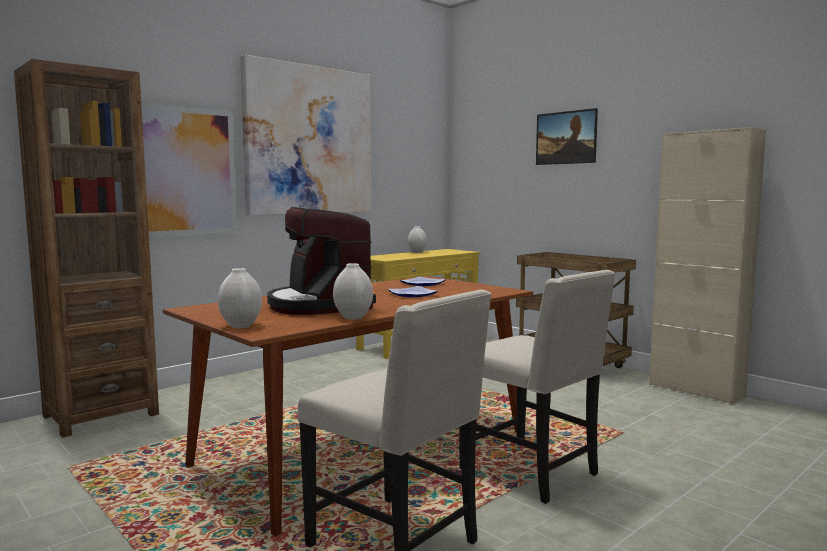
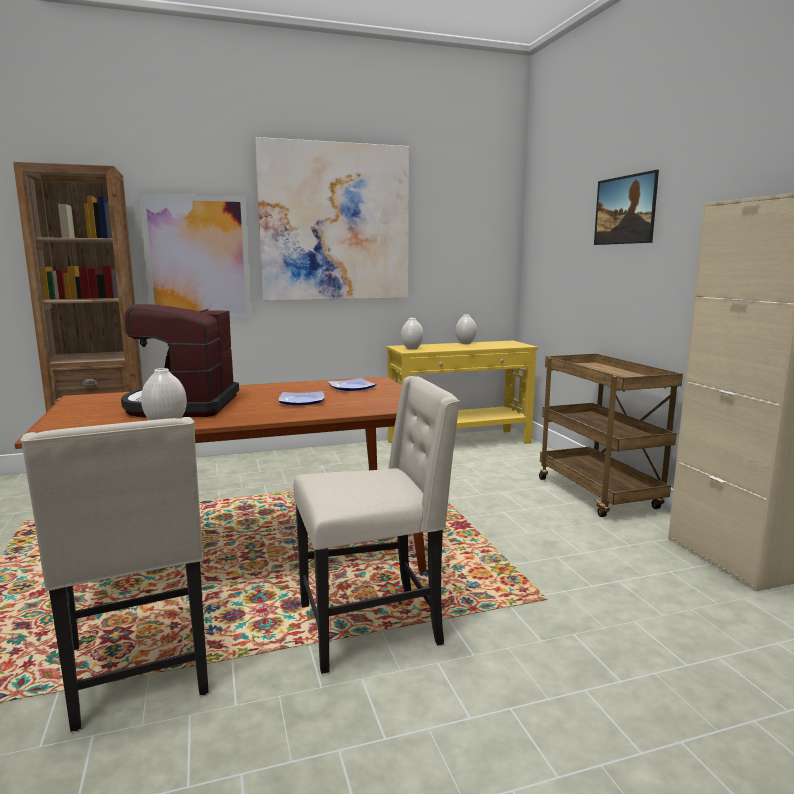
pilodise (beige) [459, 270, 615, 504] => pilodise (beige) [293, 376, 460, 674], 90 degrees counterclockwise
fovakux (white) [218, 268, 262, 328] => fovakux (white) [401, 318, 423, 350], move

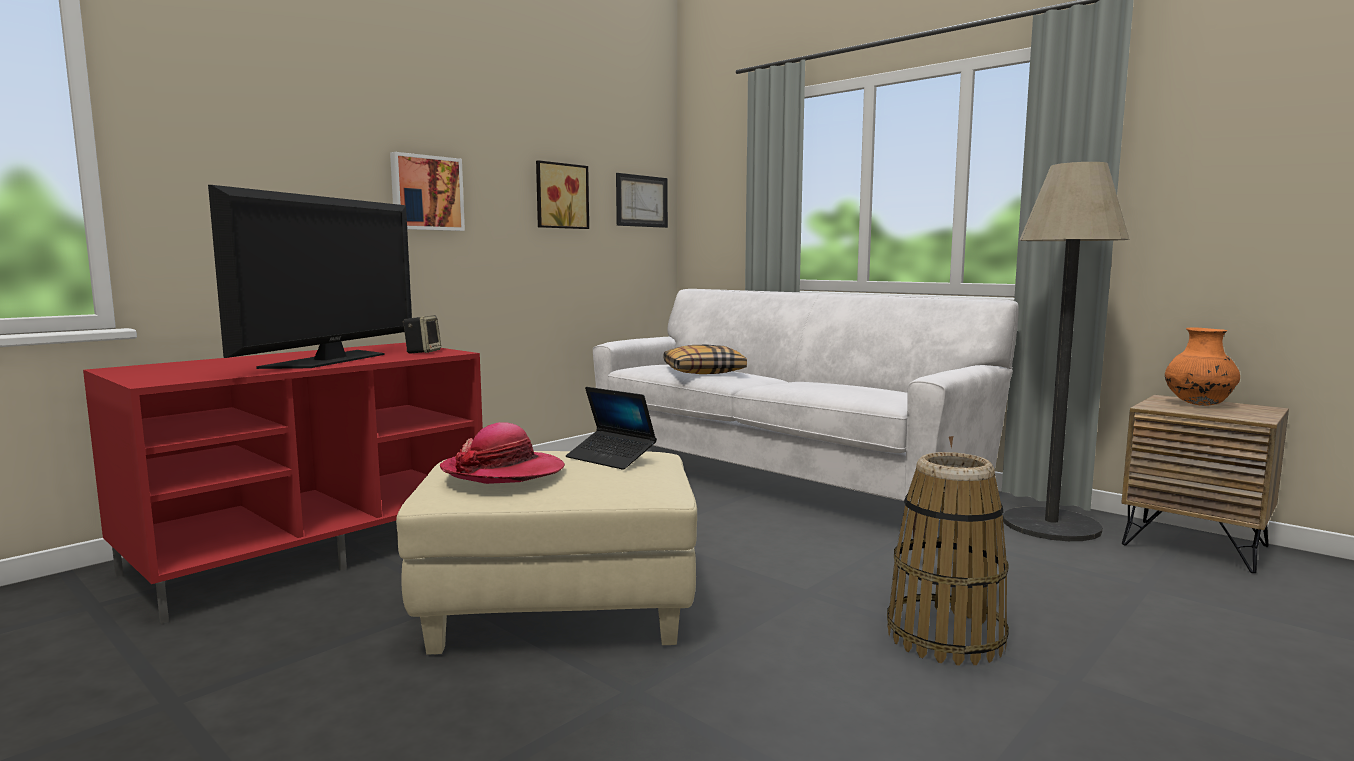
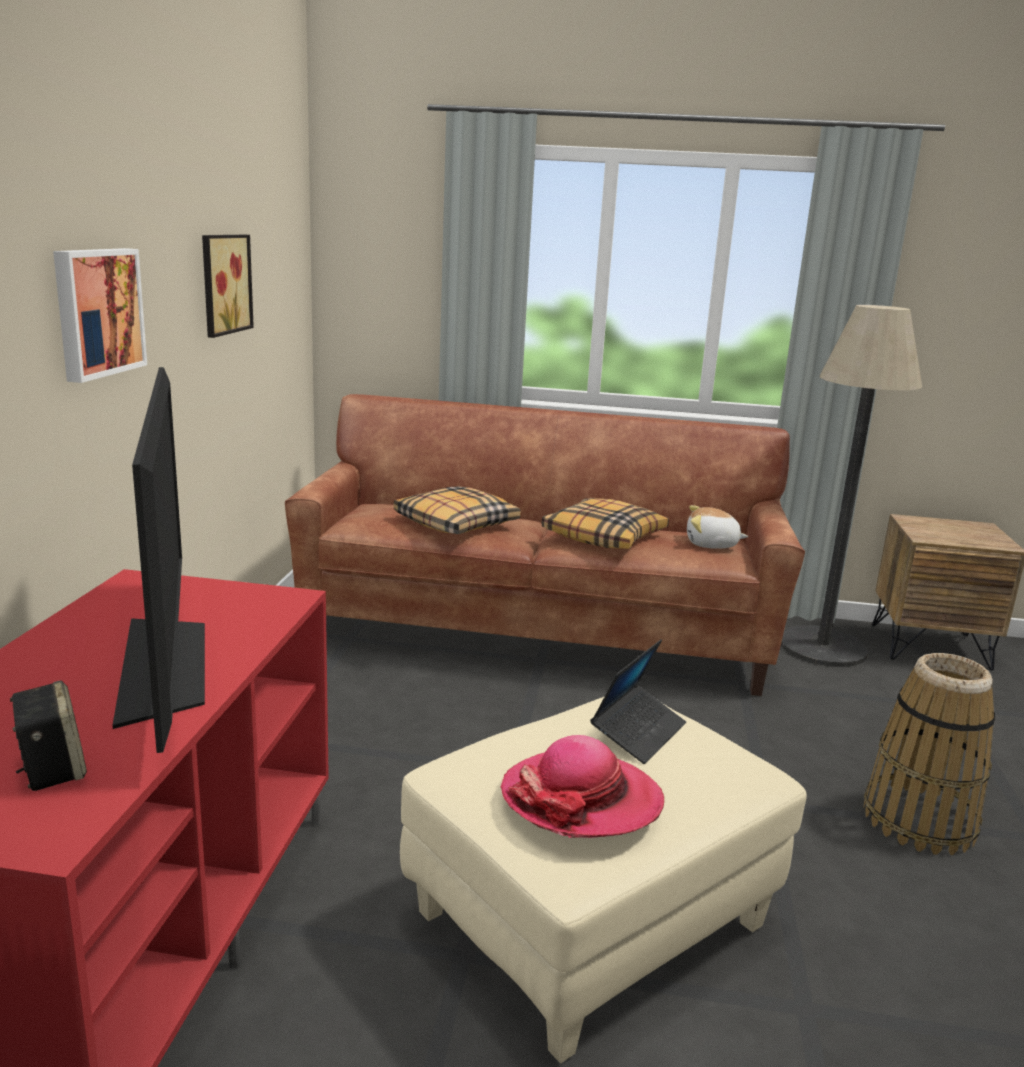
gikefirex [403, 315, 441, 353] => gikefirex [10, 680, 87, 791], move
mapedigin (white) [593, 289, 1019, 538] => mapedigin (brown) [285, 394, 805, 696]
nothing => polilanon [542, 498, 669, 549]
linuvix [566, 387, 657, 470] => linuvix [590, 640, 686, 764], 60 degrees counterclockwise
nothing => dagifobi [687, 505, 748, 549]
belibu [616, 173, 668, 228] => nothing
fovakux (orange) [1165, 327, 1240, 406] => nothing

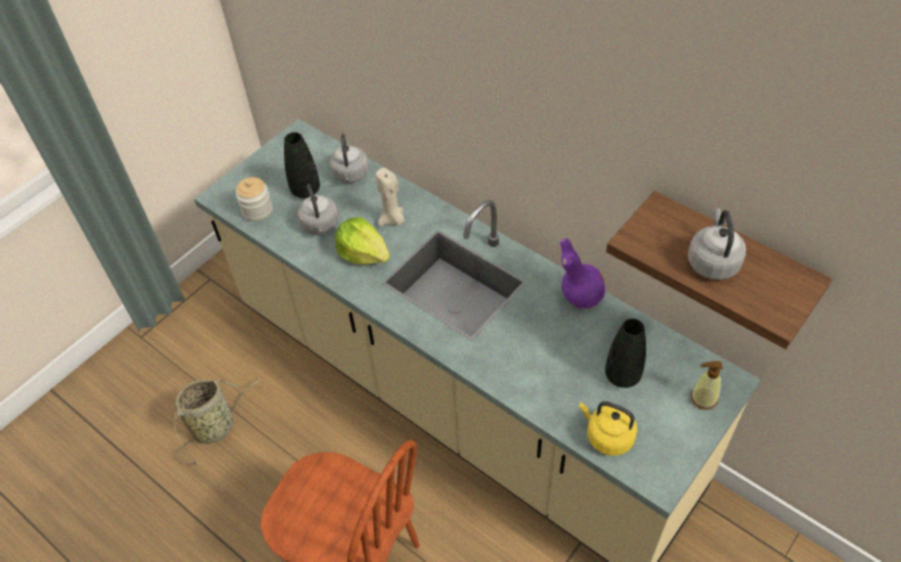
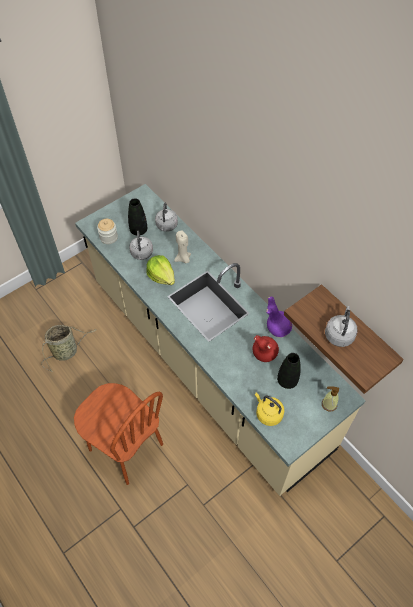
nothing => fovakux (red) [253, 335, 279, 362]

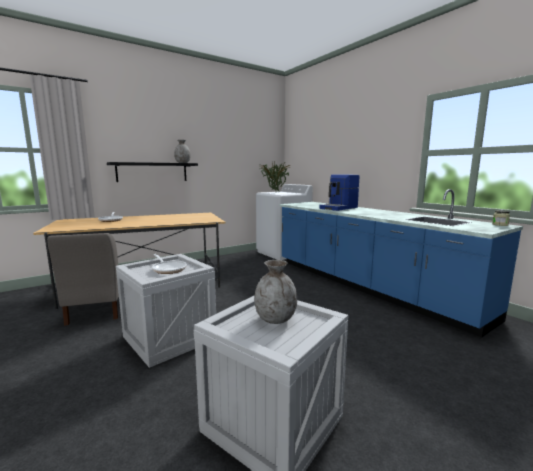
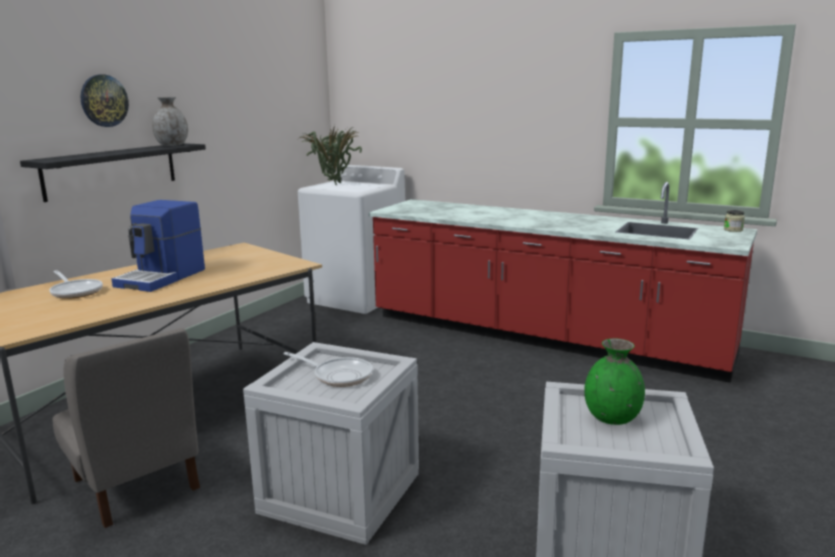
nothing => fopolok [80, 75, 129, 127]
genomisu [319, 175, 359, 211] => genomisu [112, 200, 205, 292], move
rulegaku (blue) [279, 189, 523, 337] => rulegaku (red) [369, 182, 757, 383]
fovakux (grey) [254, 260, 297, 324] => fovakux (green) [584, 339, 645, 425]

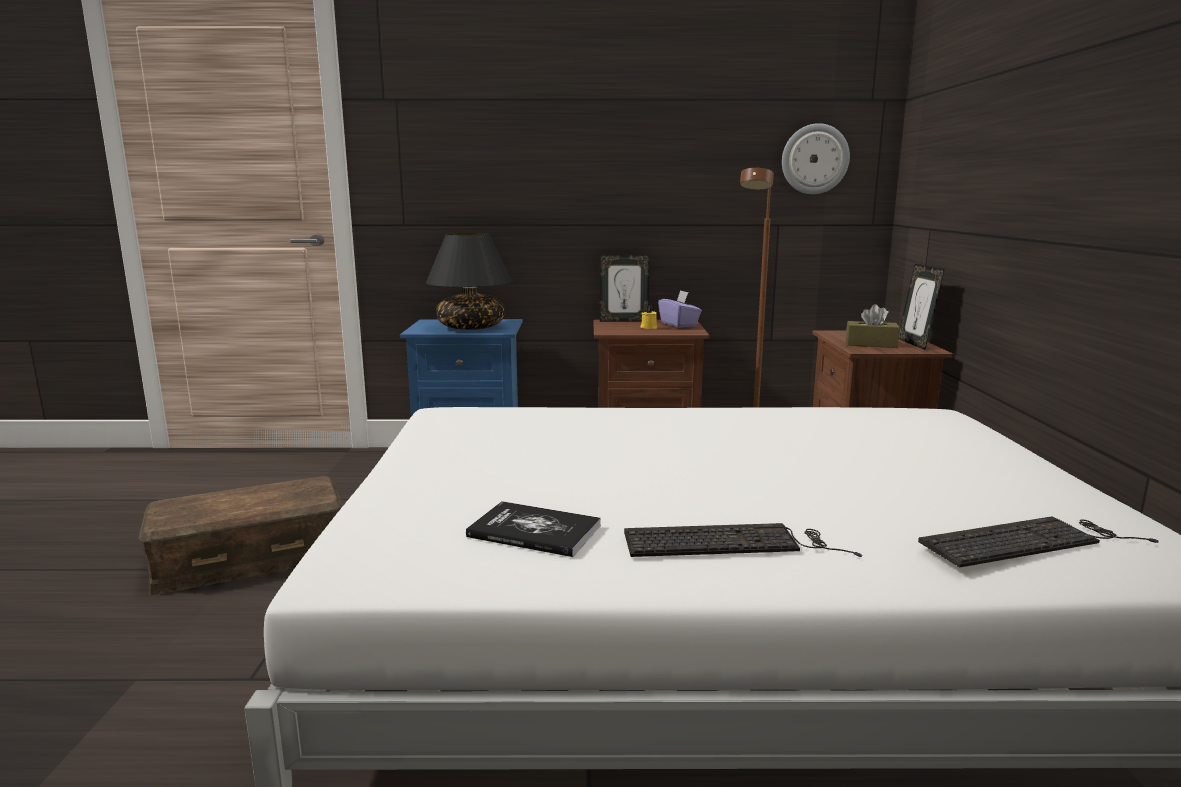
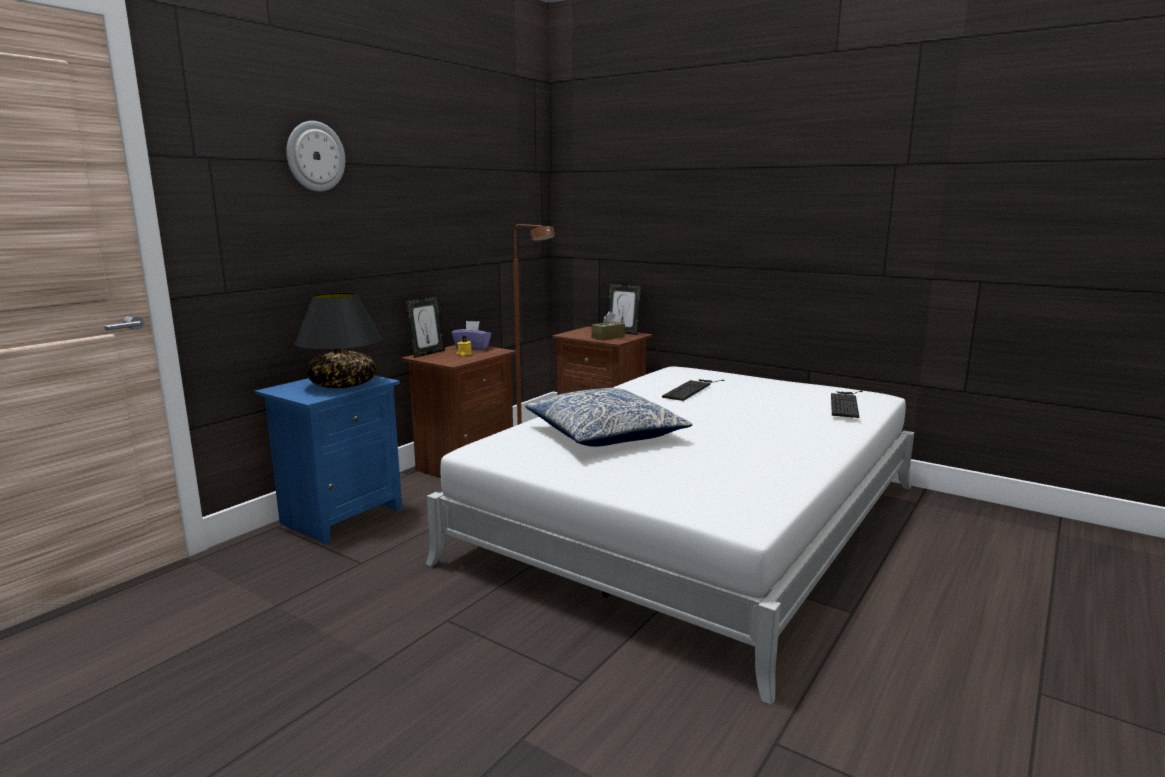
fopolok [782, 123, 850, 194] => fopolok [286, 121, 345, 192], move
nothing => polilanon [525, 388, 692, 447]
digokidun [624, 523, 862, 557] => digokidun [662, 379, 725, 401], move
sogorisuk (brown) [138, 476, 342, 595] => nothing
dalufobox [466, 501, 601, 557] => nothing

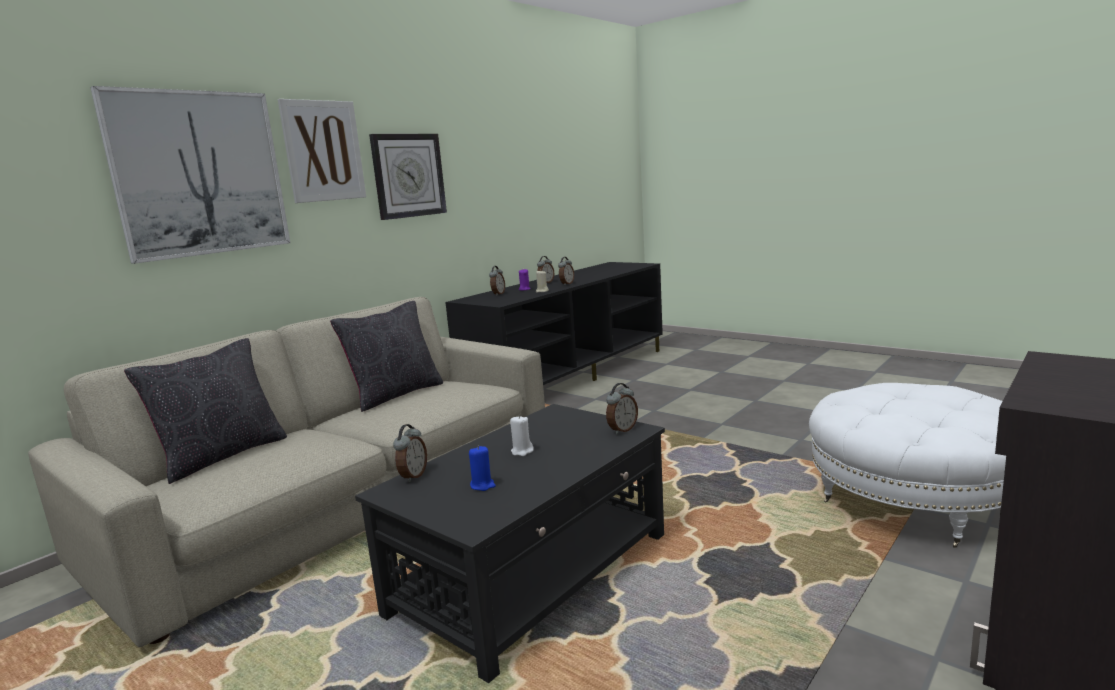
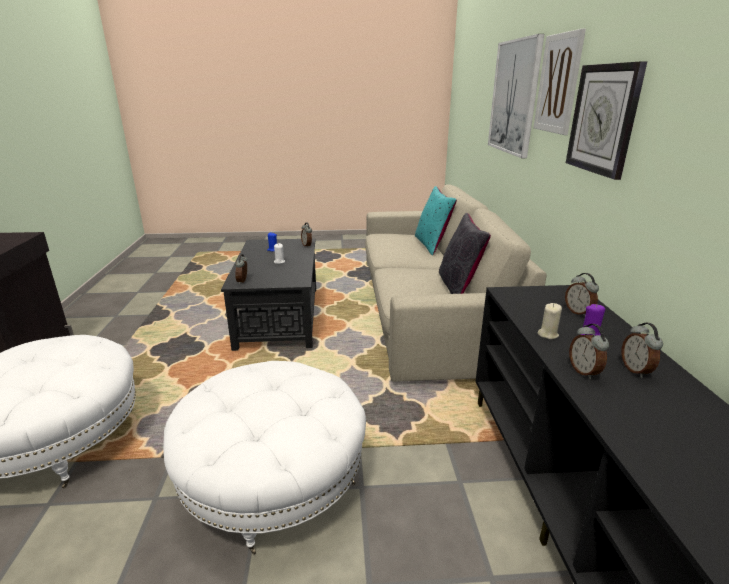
nothing => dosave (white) [163, 361, 366, 555]
polilanon (black) [124, 338, 287, 484] => polilanon (turquoise) [415, 186, 457, 255]

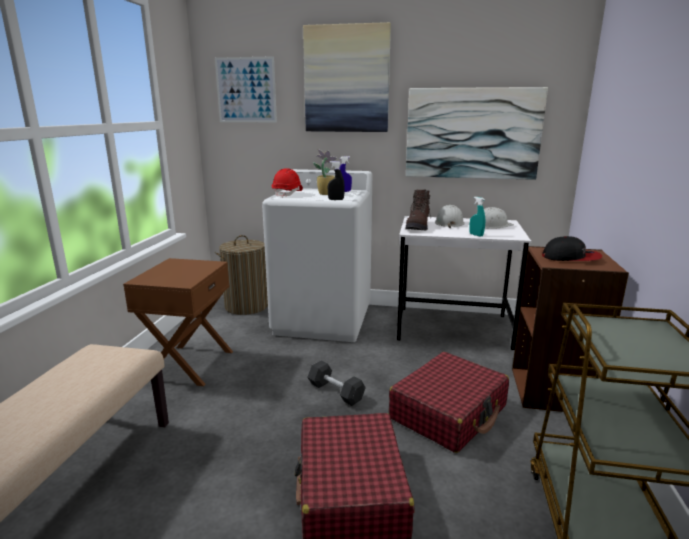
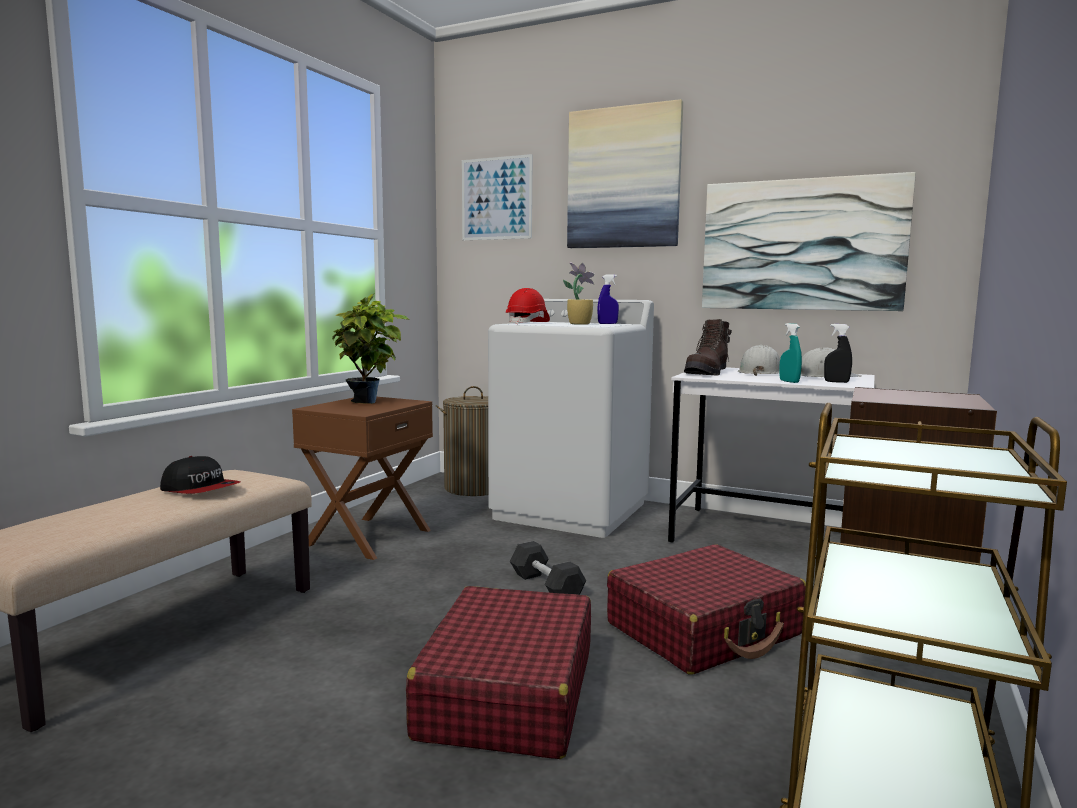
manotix [542, 236, 602, 261] => manotix [160, 456, 240, 494], move
nothing => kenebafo [332, 293, 409, 404]
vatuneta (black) [328, 161, 345, 200] => vatuneta (black) [824, 324, 852, 383], move

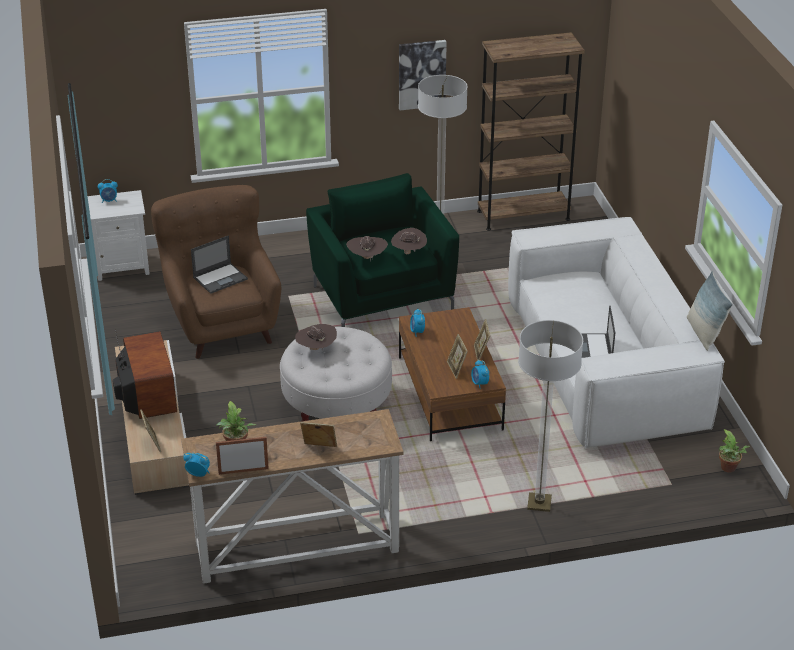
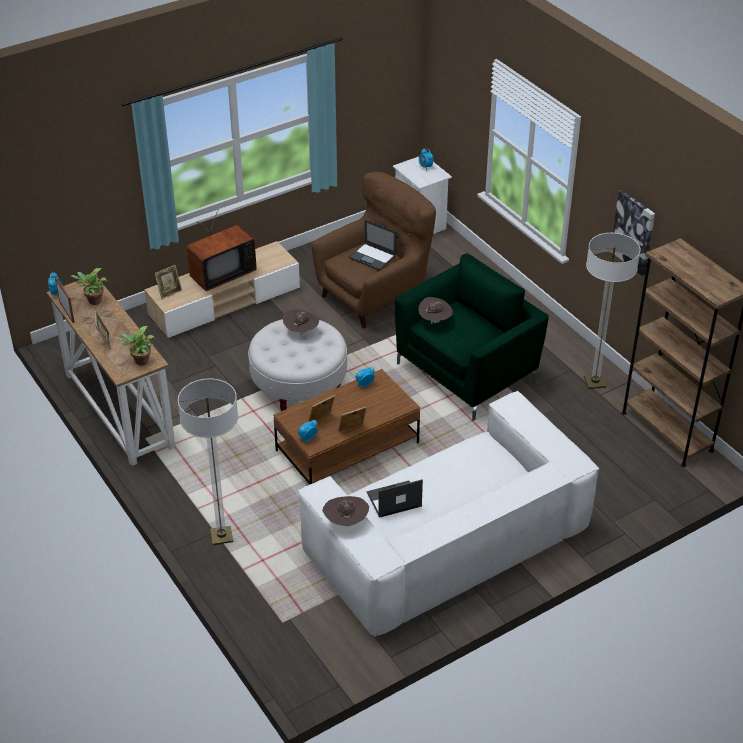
kenebafo [718, 429, 750, 473] => kenebafo [117, 326, 155, 366], move
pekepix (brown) [391, 228, 427, 255] => pekepix (brown) [322, 496, 369, 526], move
polilanon [687, 271, 733, 351] => nothing

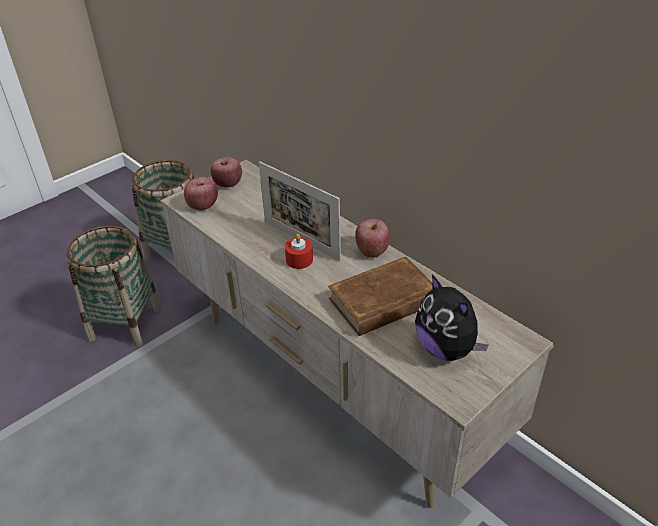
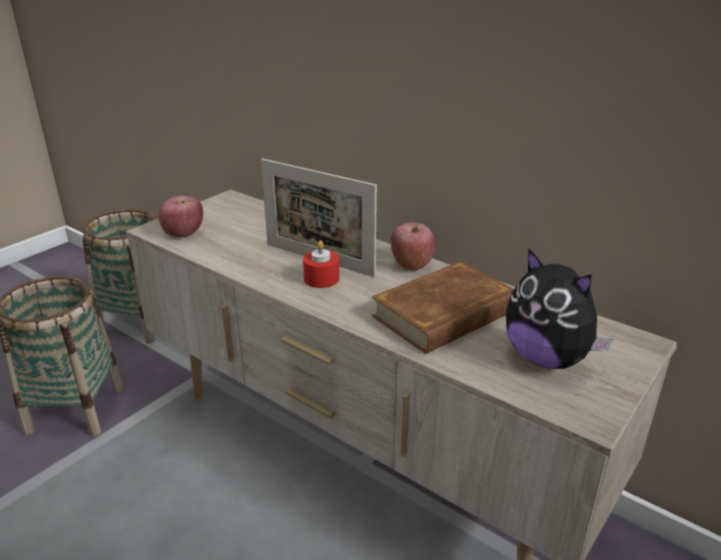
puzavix [210, 157, 242, 187] => nothing

